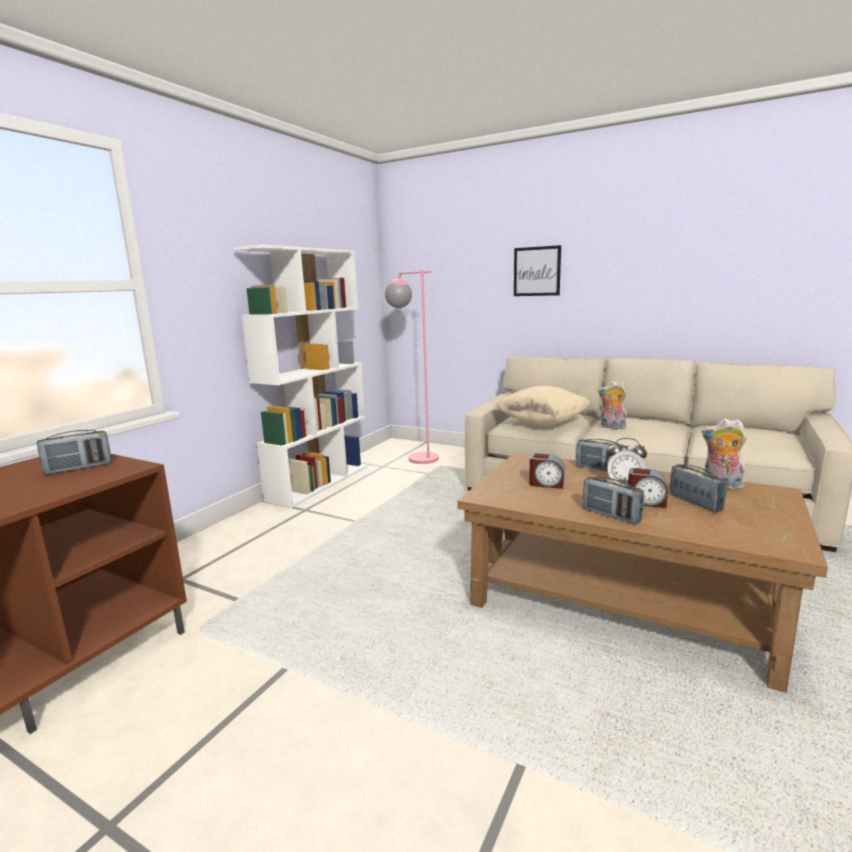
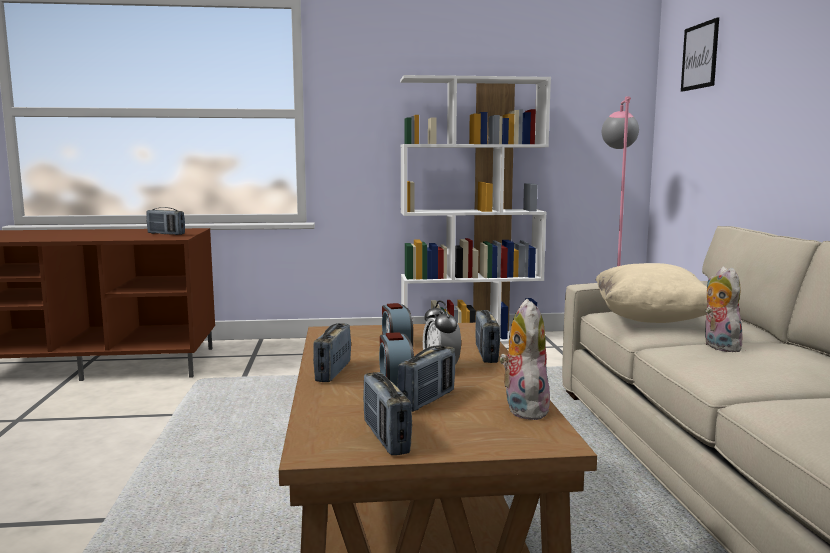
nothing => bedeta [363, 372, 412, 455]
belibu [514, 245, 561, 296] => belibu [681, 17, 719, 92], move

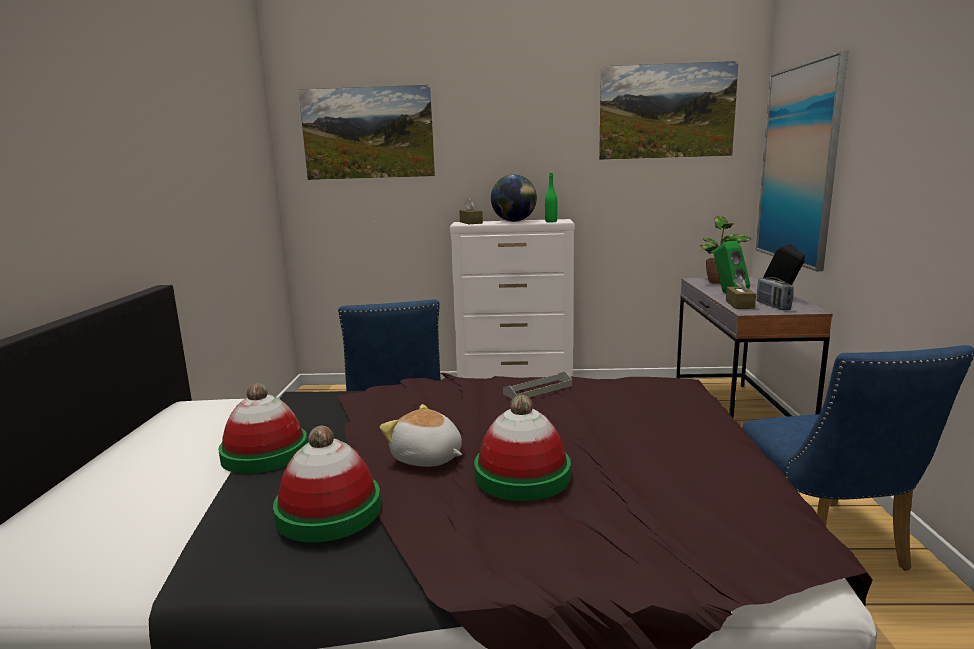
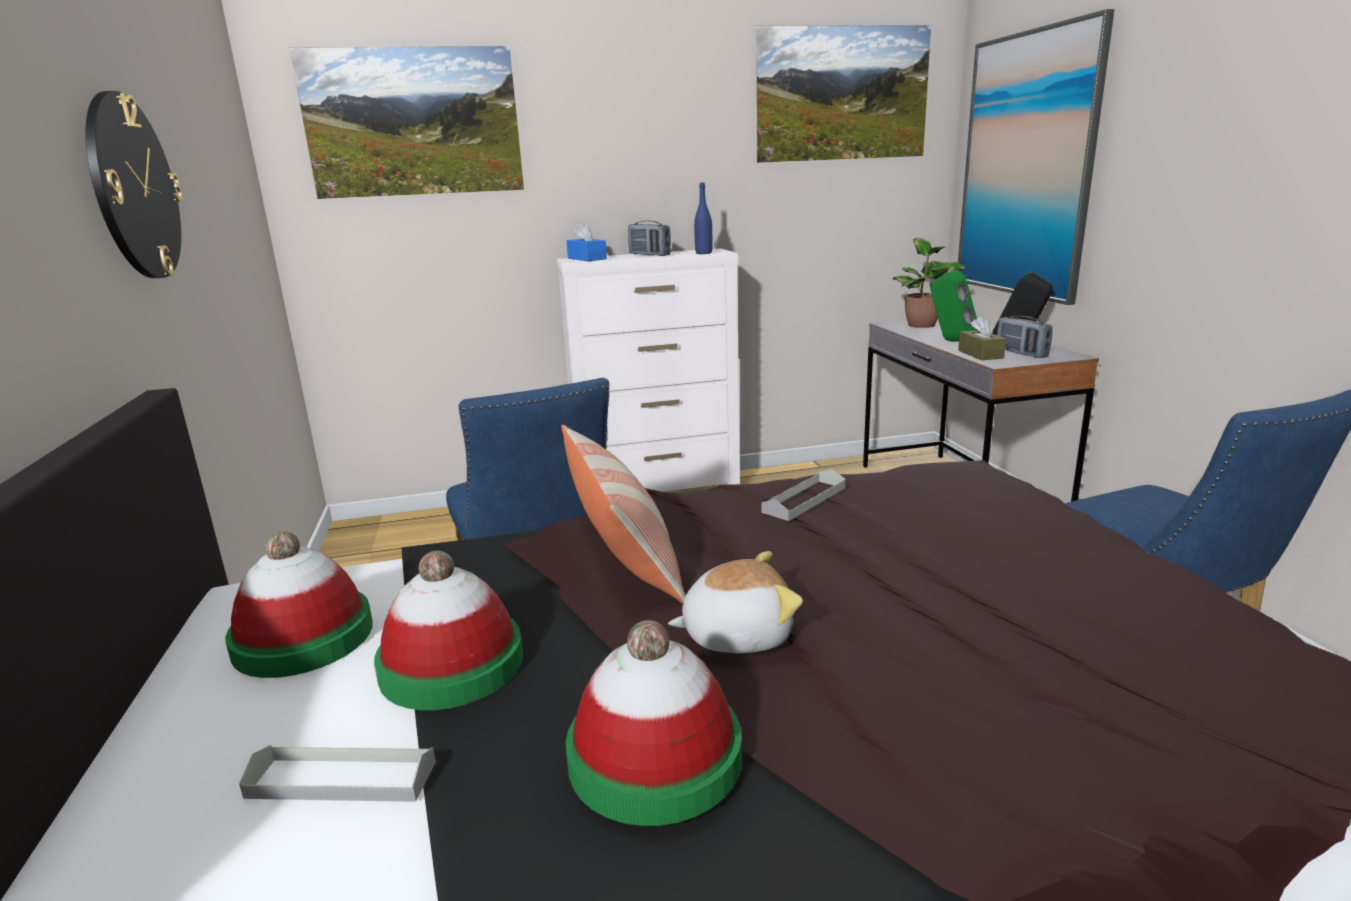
nothing => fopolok [85, 91, 183, 278]
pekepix [474, 395, 571, 501] => pekepix [225, 531, 373, 678], move
nothing => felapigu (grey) [239, 745, 436, 802]
nothing => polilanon [561, 425, 685, 604]
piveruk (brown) [459, 198, 483, 224] => piveruk (blue) [567, 222, 607, 261]
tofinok [491, 174, 537, 222] => bedeta [628, 221, 671, 256]
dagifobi [380, 404, 462, 467] => dagifobi [668, 551, 803, 653], 150 degrees clockwise
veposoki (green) [545, 173, 557, 222] => veposoki (blue) [694, 183, 712, 254]

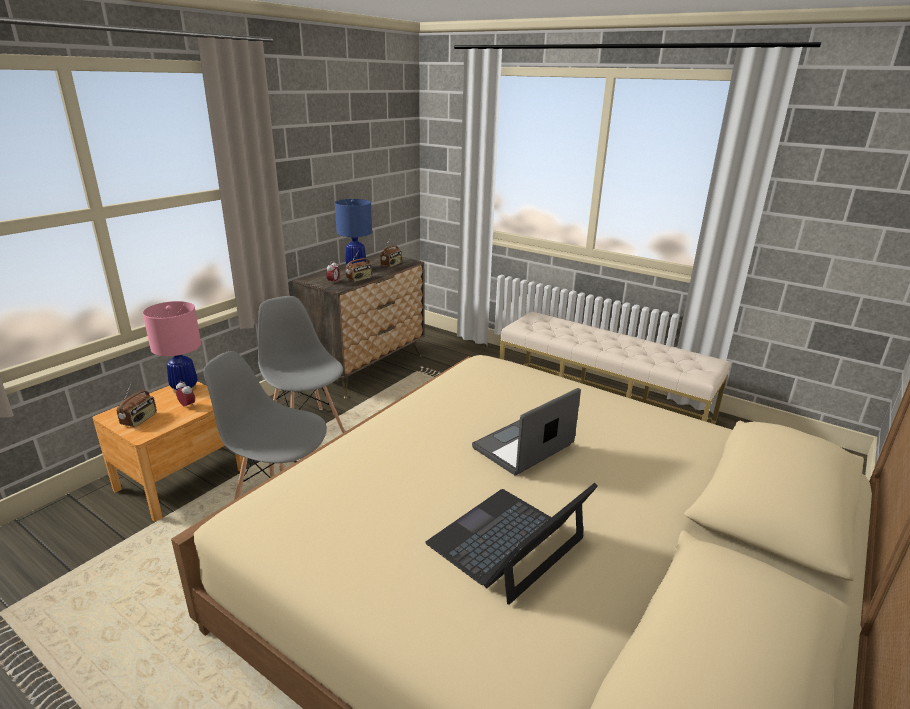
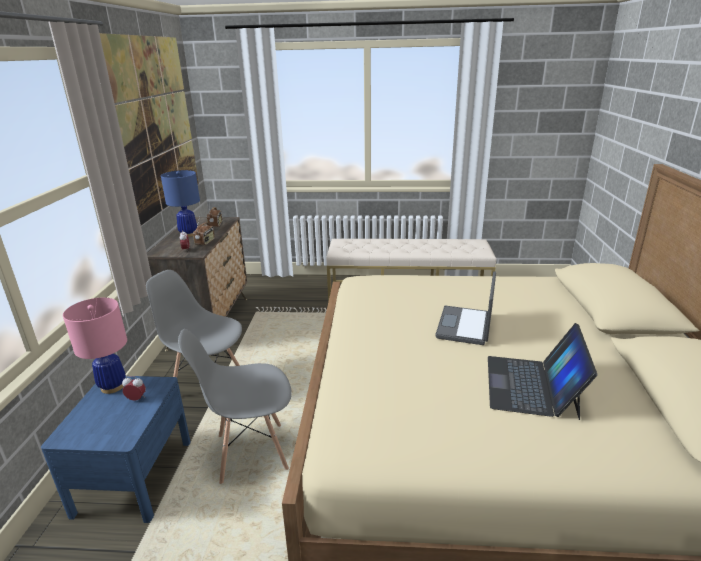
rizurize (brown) [92, 381, 243, 522] => rizurize (blue) [41, 376, 191, 523]
nothing => belibu [100, 33, 199, 225]
bedeta [116, 382, 157, 427] => nothing

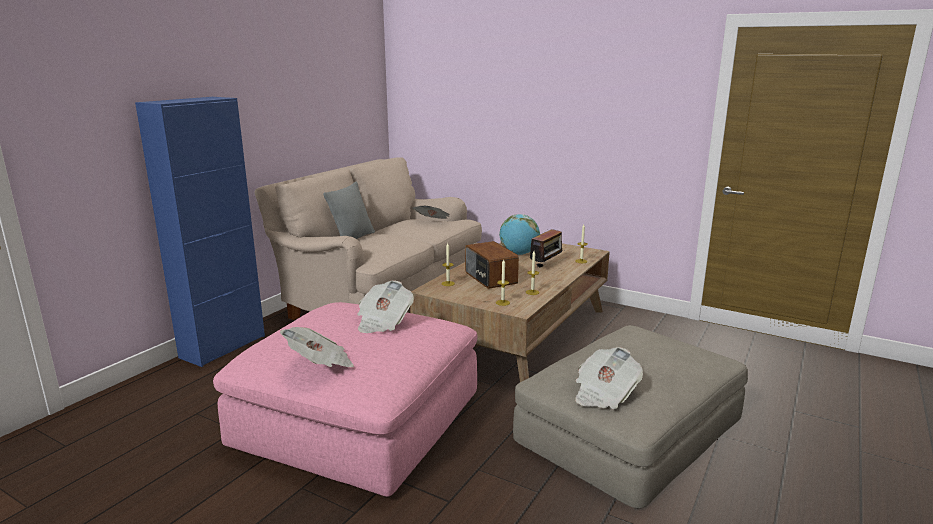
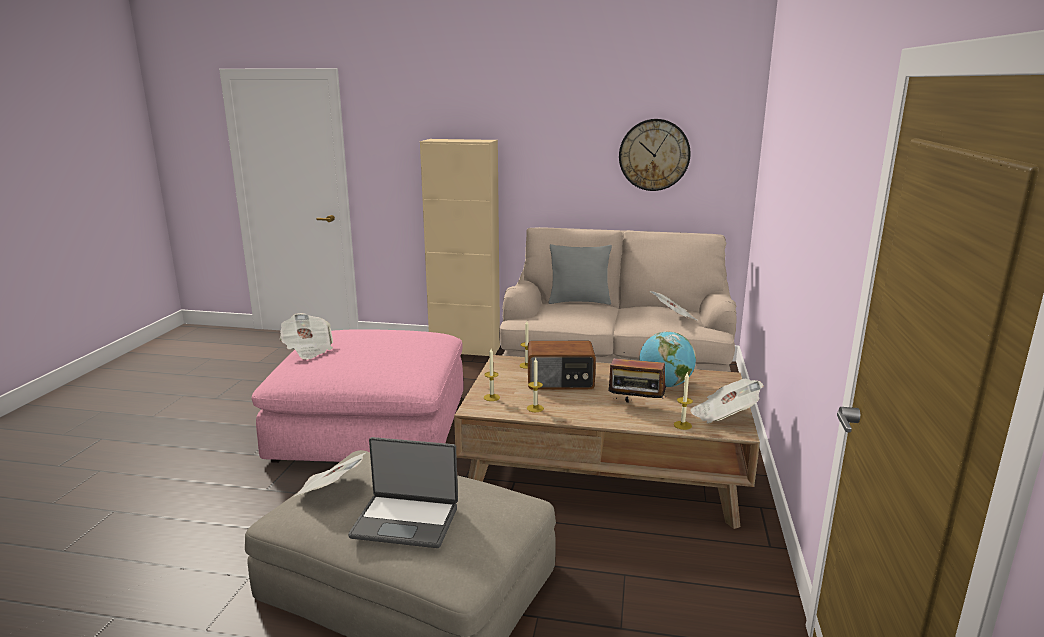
nothing => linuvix [348, 437, 458, 548]
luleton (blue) [135, 97, 265, 367] => luleton (beige) [420, 139, 500, 356]
bedeta [465, 241, 519, 289] => bedeta [528, 341, 596, 390], 135 degrees counterclockwise
nothing => fopolok [619, 119, 691, 191]
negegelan [357, 280, 414, 333] => negegelan [690, 379, 764, 424], move

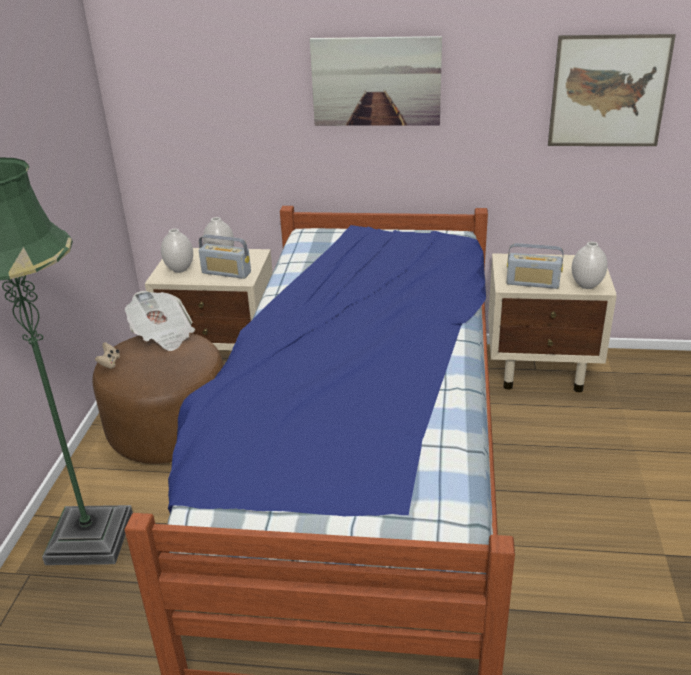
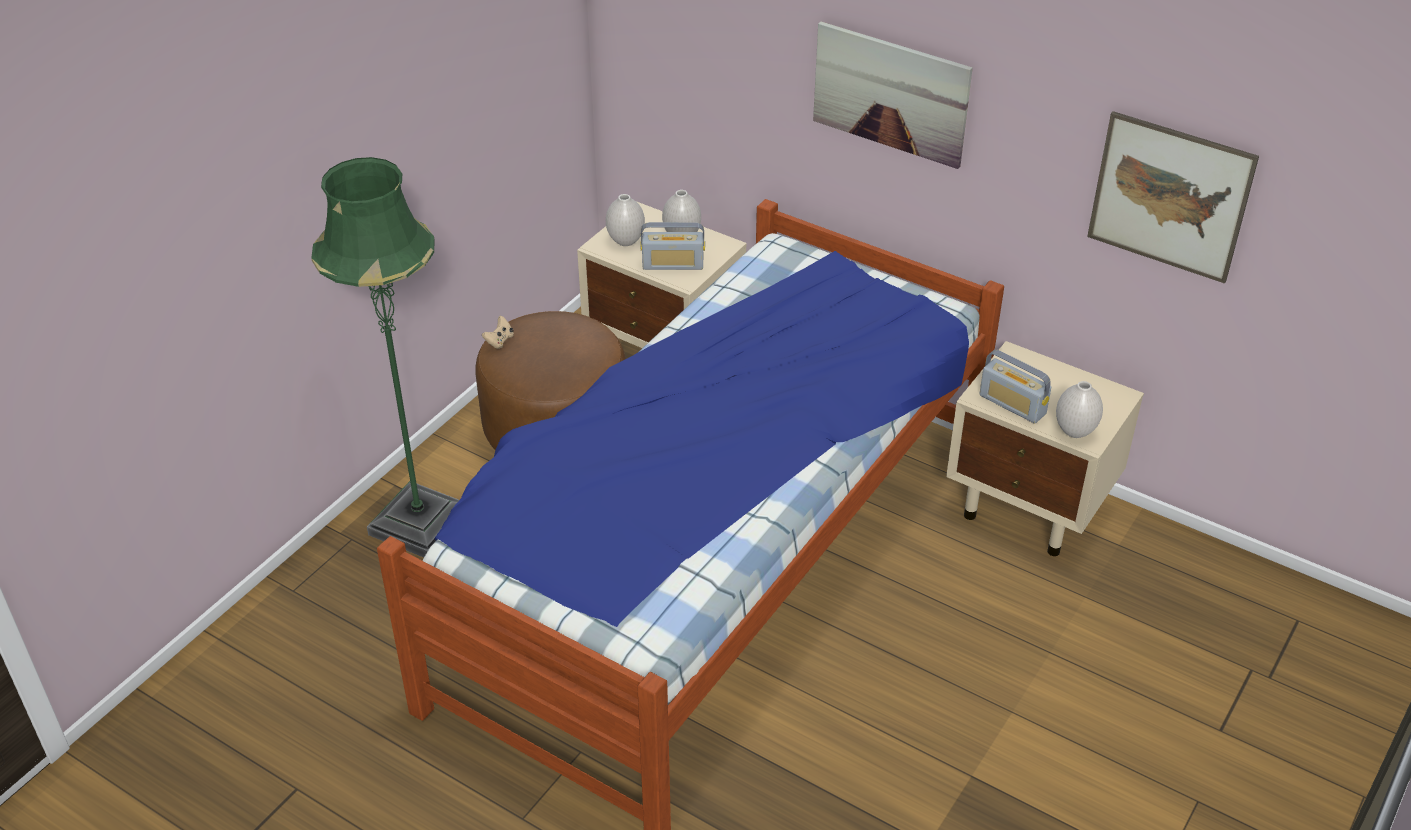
bedeta [199, 234, 251, 279] => bedeta [641, 222, 705, 270], 45 degrees counterclockwise
negegelan [125, 291, 195, 351] => nothing

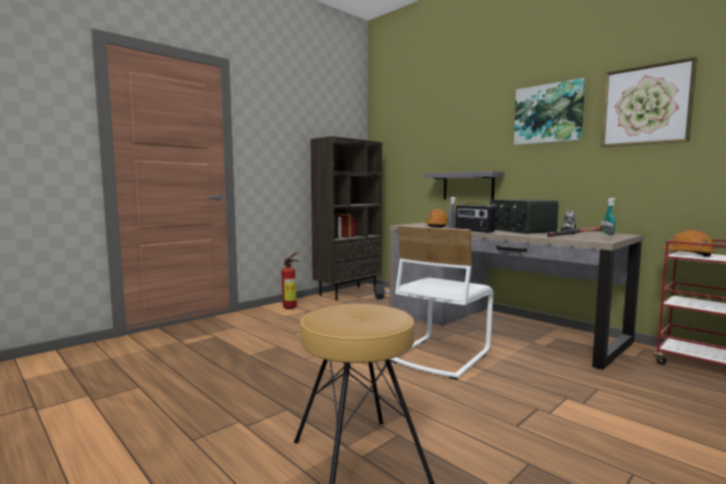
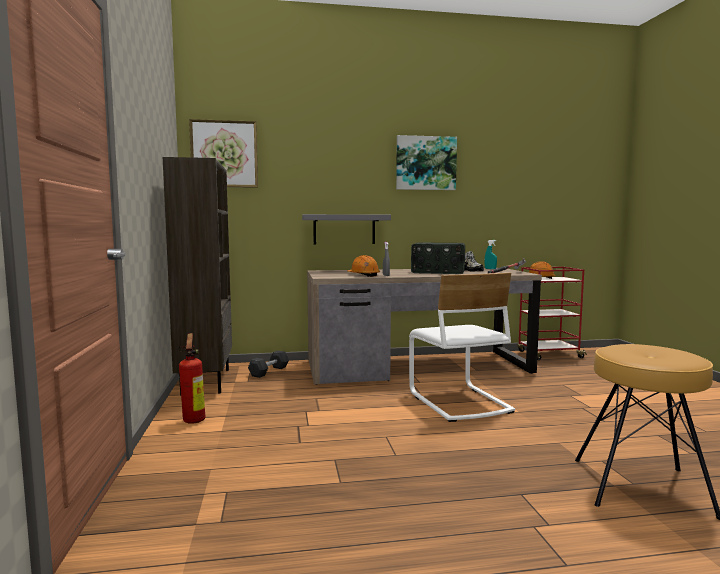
belibu [601, 57, 697, 147] => belibu [189, 119, 258, 188], move
bedeta [455, 204, 496, 233] => nothing

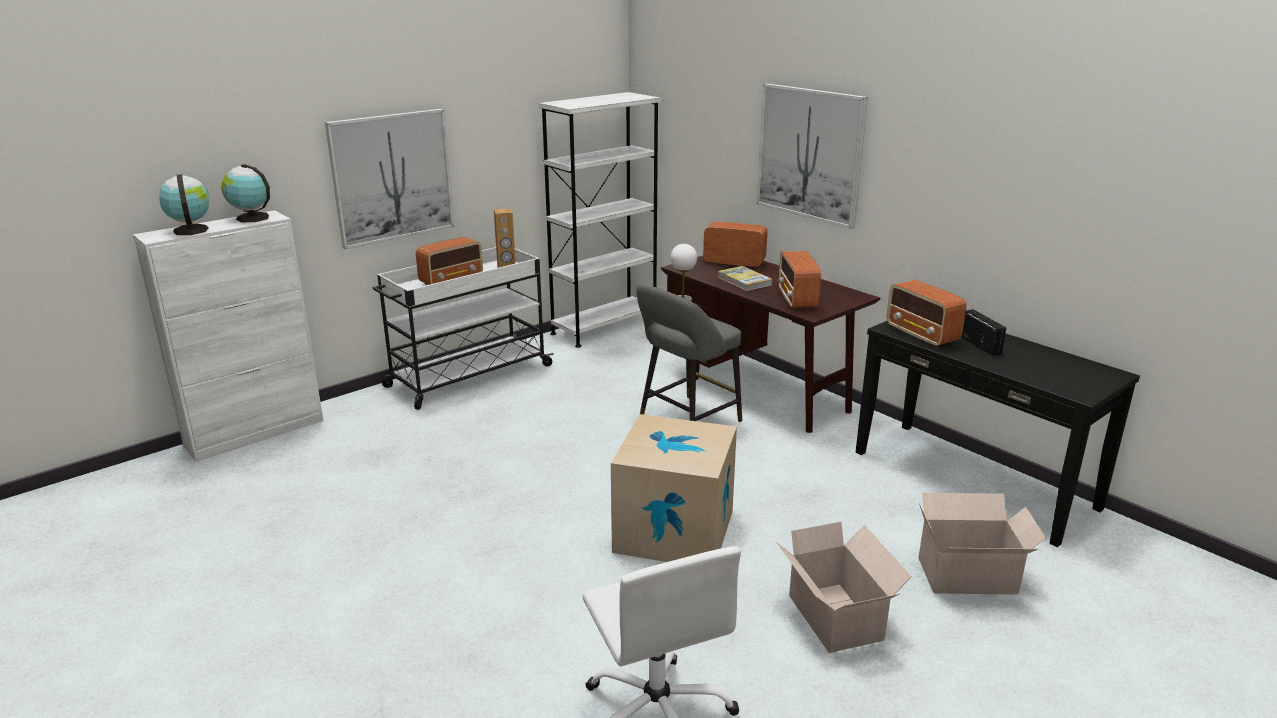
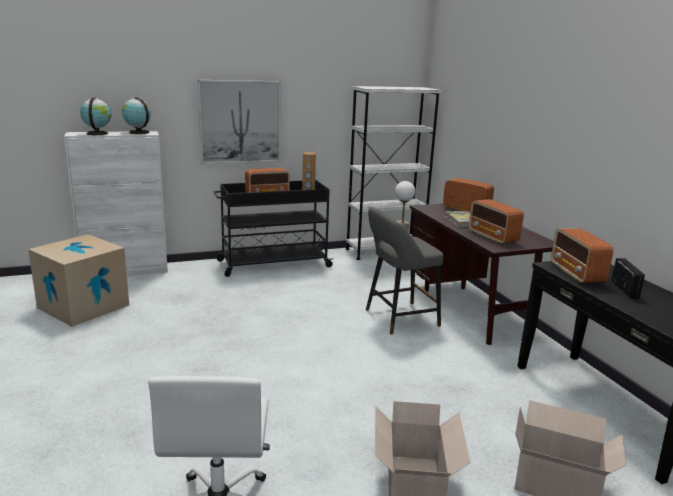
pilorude [611, 414, 737, 562] => pilorude [28, 234, 129, 327], move
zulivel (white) [372, 247, 554, 410] => zulivel (black) [214, 180, 334, 277]
bedeta [778, 251, 821, 310] => bedeta [469, 199, 524, 245], 45 degrees counterclockwise
belibu [756, 83, 868, 229] => nothing

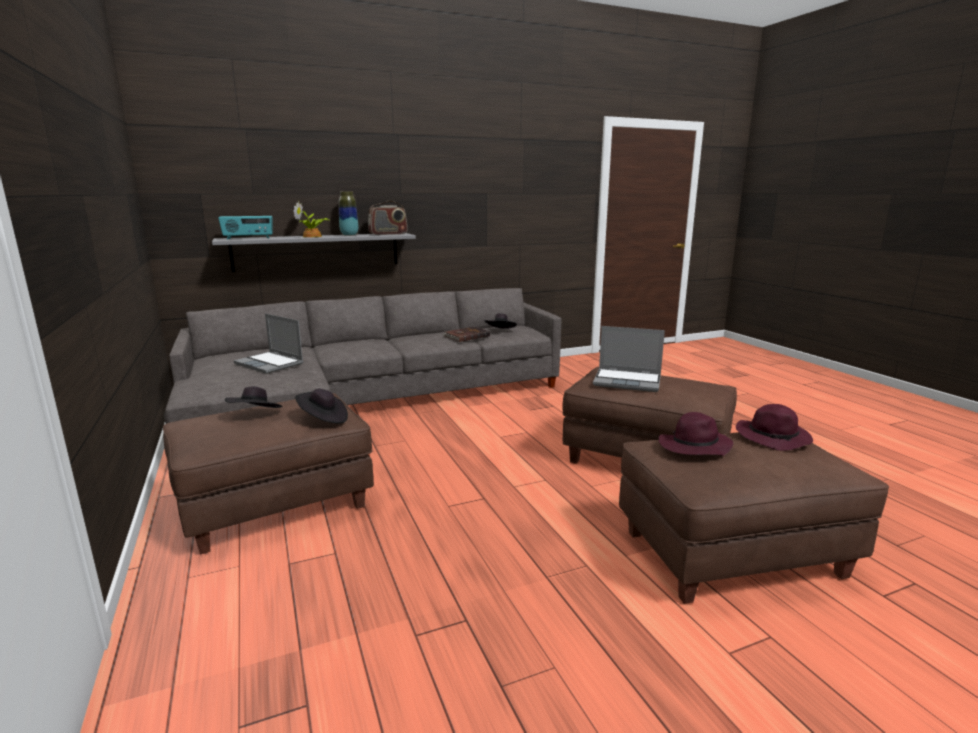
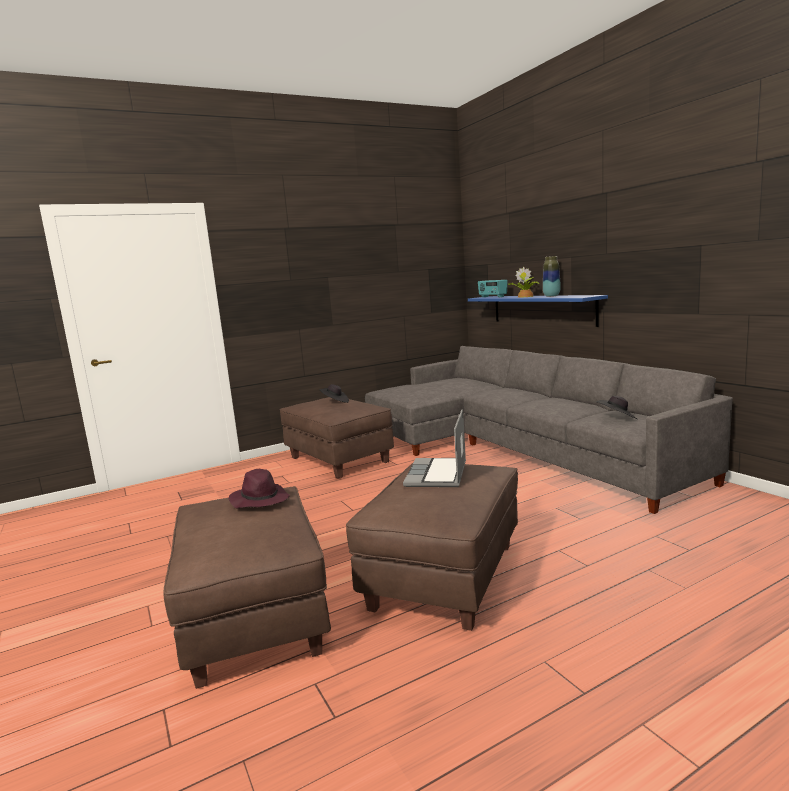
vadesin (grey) [212, 233, 416, 272] => vadesin (blue) [468, 295, 608, 327]
linuvix [234, 313, 303, 374] => nothing
pekepix (black) [295, 389, 348, 424] => nothing
bedeta [368, 200, 408, 235] => nothing
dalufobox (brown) [442, 327, 490, 342] => nothing
pekepix (purple) [736, 404, 813, 451] => nothing

